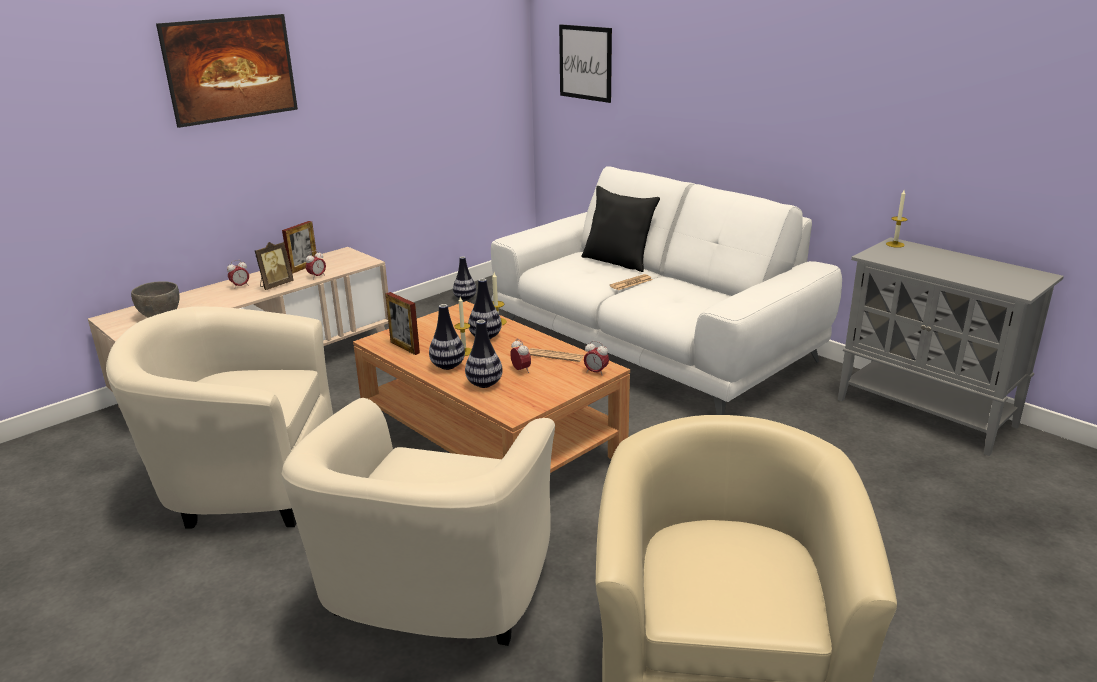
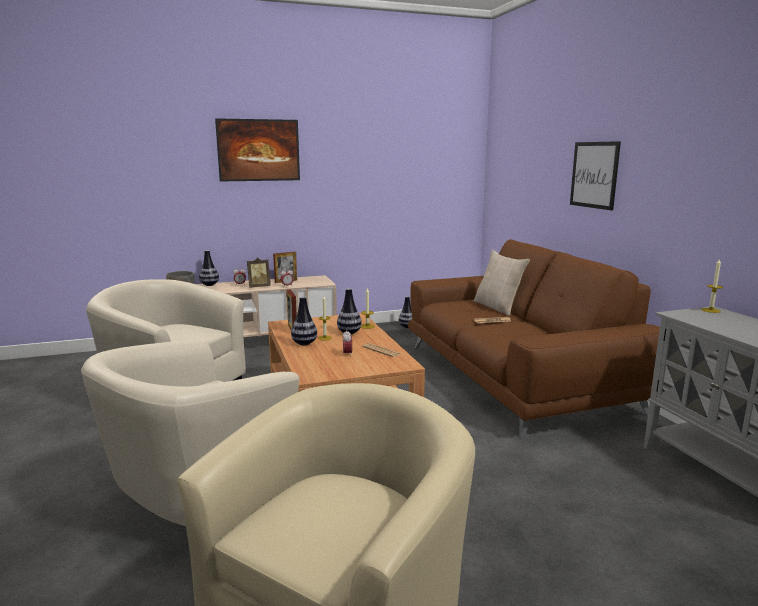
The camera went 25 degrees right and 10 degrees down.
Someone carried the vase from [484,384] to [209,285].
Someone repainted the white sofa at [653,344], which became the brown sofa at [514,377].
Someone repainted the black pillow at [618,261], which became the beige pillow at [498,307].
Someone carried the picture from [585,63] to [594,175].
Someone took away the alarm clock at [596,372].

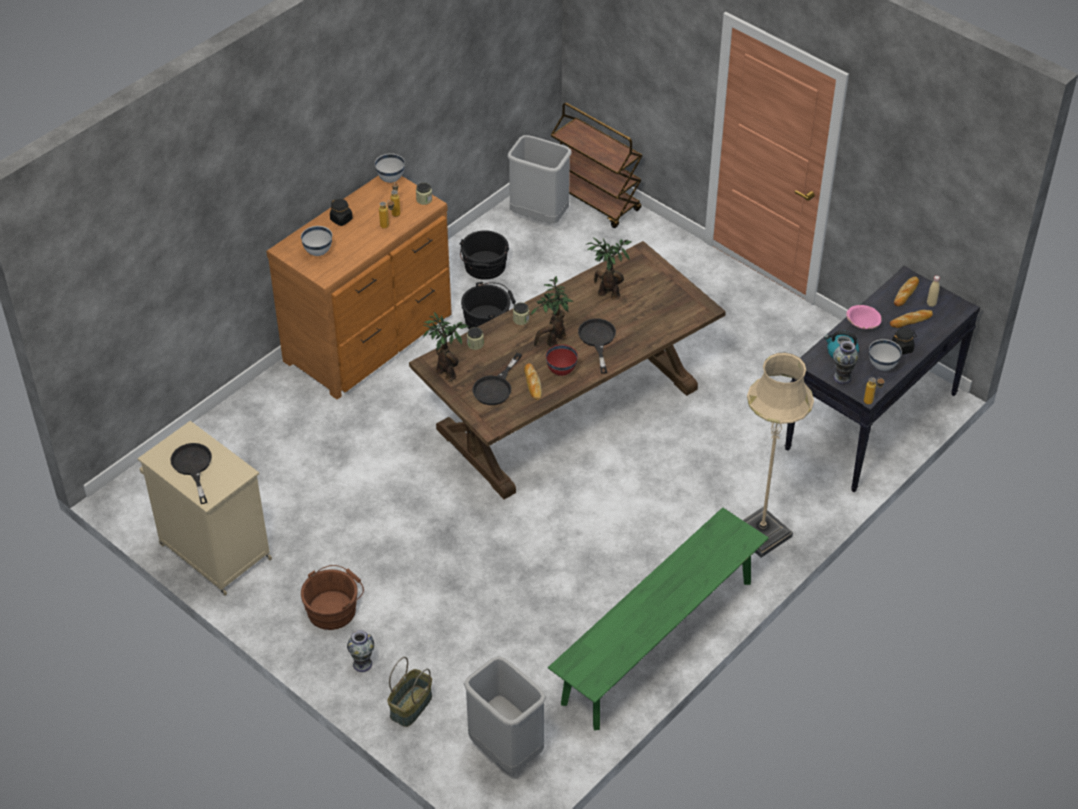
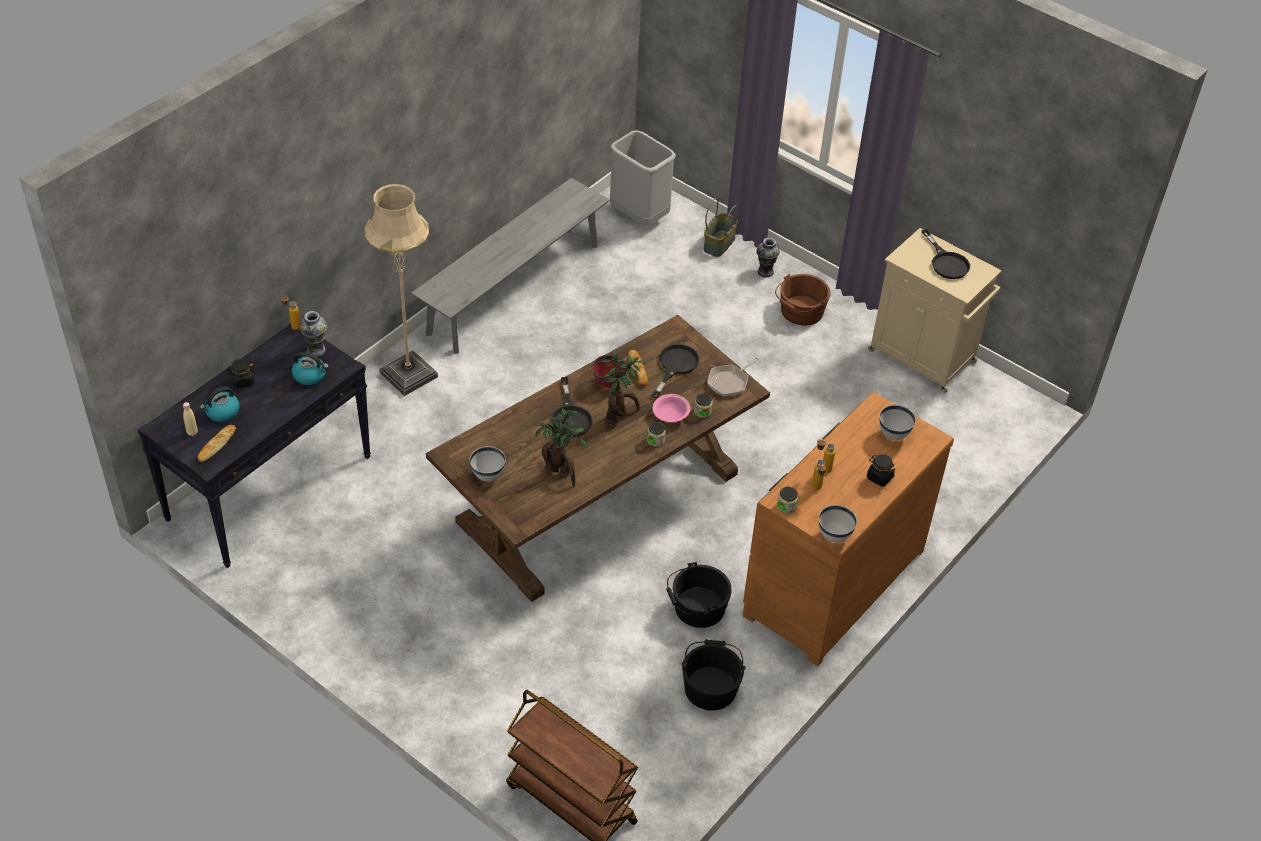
The camera went 175 degrees right and 0 degrees up.
Someone swapped the bread at [911,320] for the kettle at [222,412].
Someone repainted the green bench at [658,641], which became the grey bench at [514,288].
Someone carried the white bowl from [882,366] to [488,475].
Someone carried the pink bowl from [862,324] to [670,415].
Someone swapped the potted plant at [445,371] for the frying pan at [730,382].
Someone took away the grey trash can at [540,216].

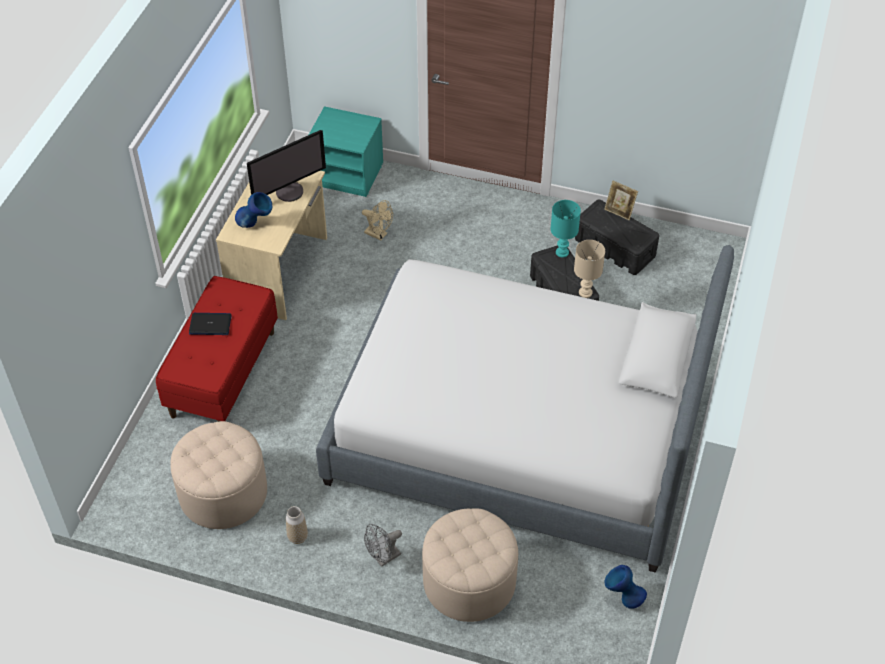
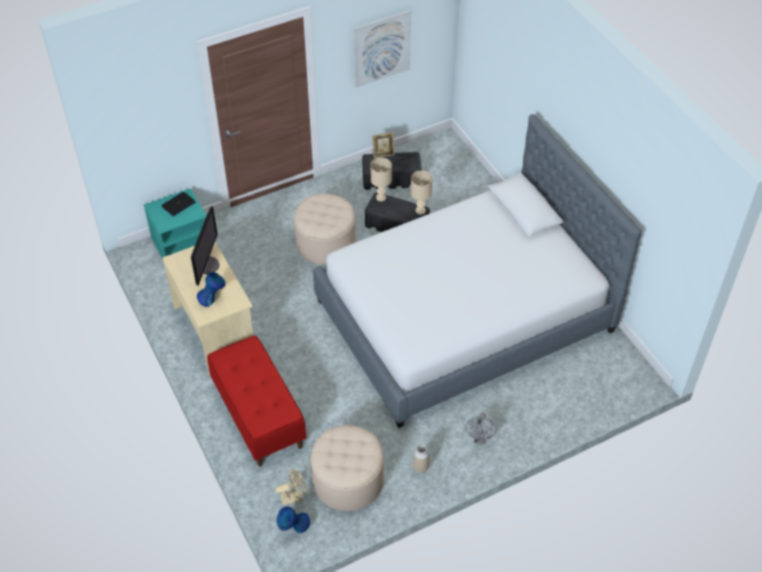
The camera went 45 degrees left and 0 degrees up.
Someone carried the laptop from [210,324] to [178,204].
Someone carried the beige fan from [379,234] to [294,497].
Someone carried the blue vase from [623,598] to [294,529].
Someone carried the beige ottoman from [469,581] to [325,243].
Someone put up the picture at [382,48].
Someone repainted the turquoise table lamp at [561,252], which became the beige table lamp at [380,198].

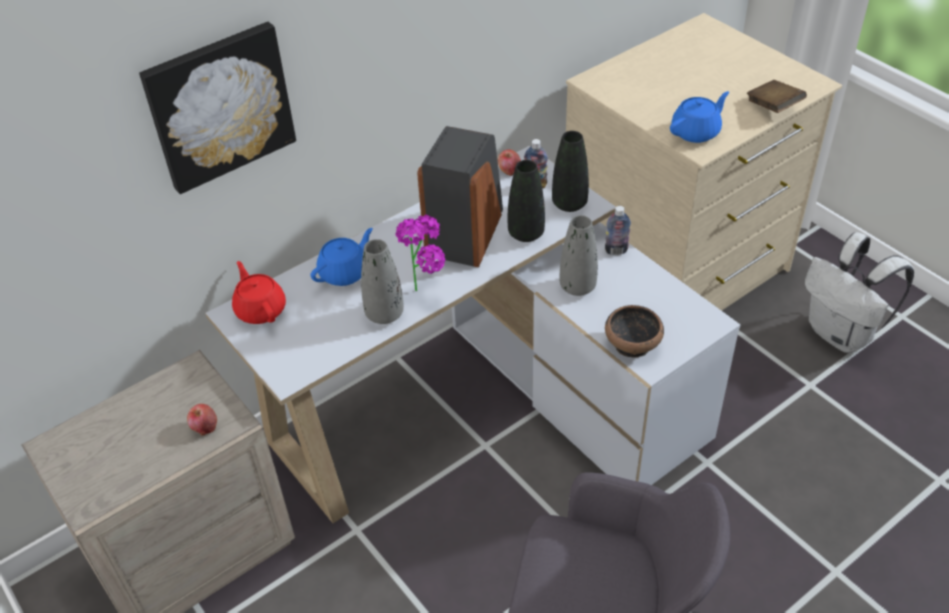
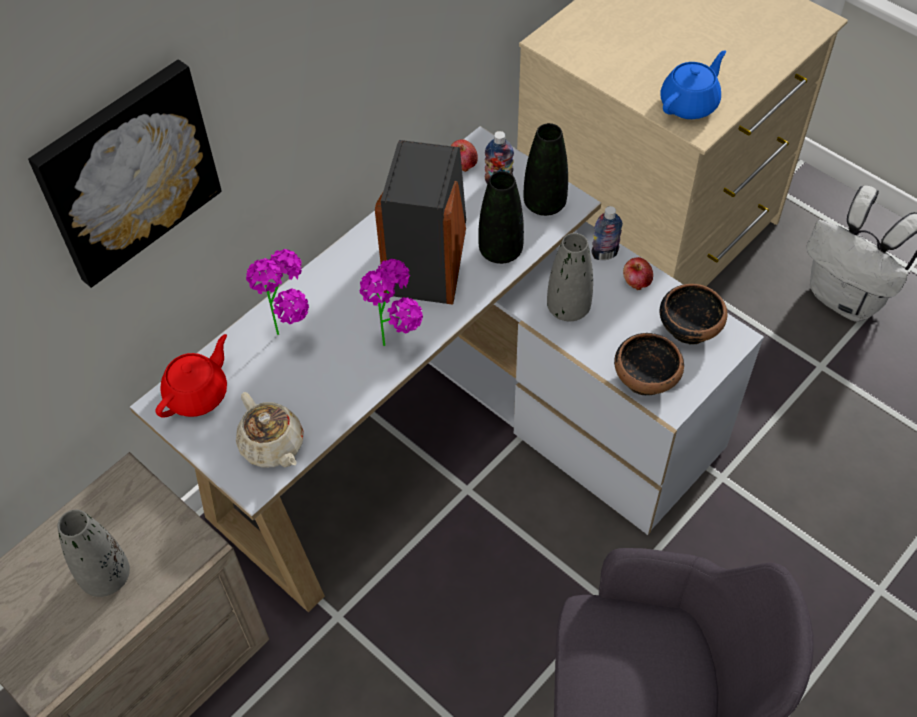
The camera went 10 degrees left and 10 degrees up.
Someone carried the grey vase from [384,314] to [106,577].
Someone rotated the red teapot at [260,309] by 75 degrees clockwise.
Someone put down the beige teapot at [273,446].
Someone swapped the blue teapot at [345,273] for the potted plant at [291,330].
Someone carried the apple from [204,427] to [636,281].
Someone put down the bowl at [689,327].
Someone took away the brown book at [773,107].

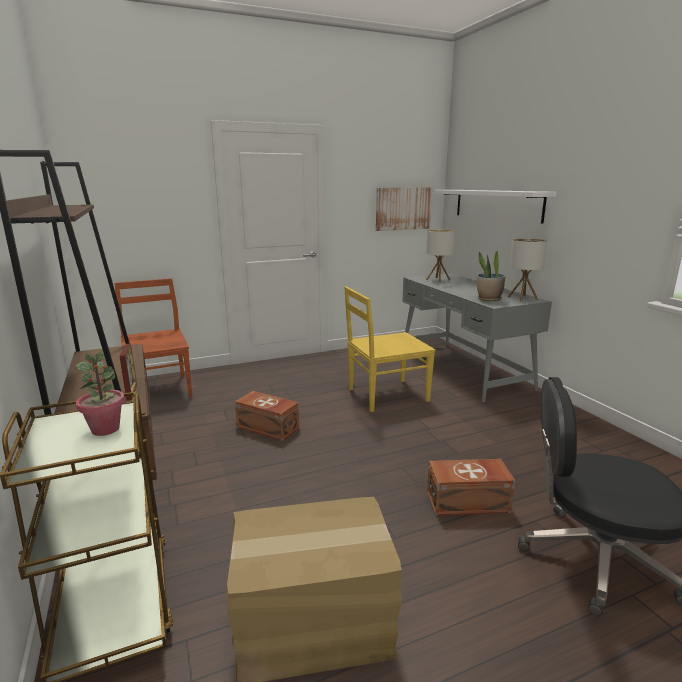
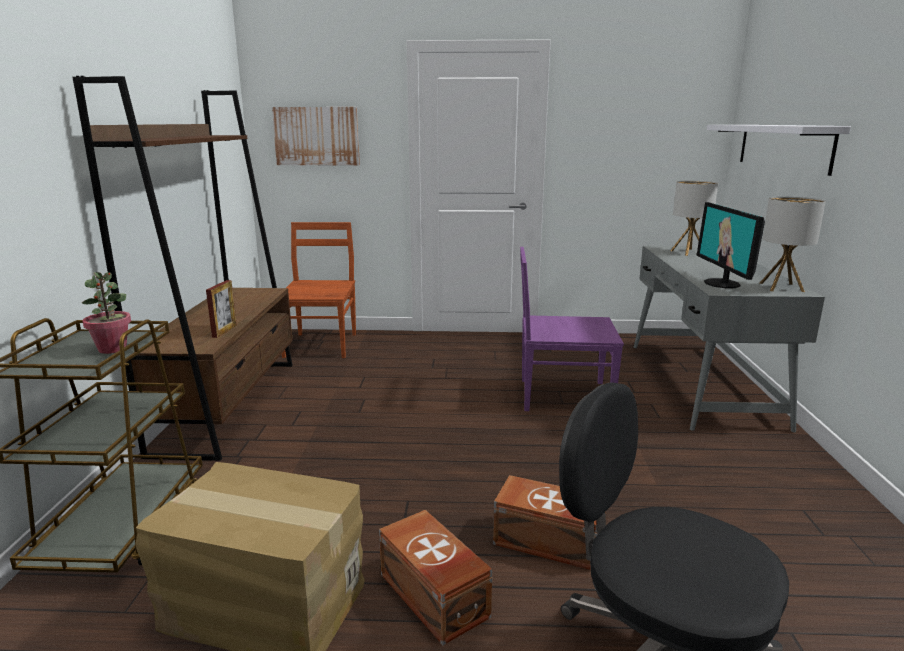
The camera went 25 degrees right and 0 degrees up.
Someone carried the picture from [403,208] to [316,136].
Someone carried the brown storage box from [268,428] to [433,596].
Someone repainted the yellow chair at [385,395], which became the purple chair at [562,396].
Someone swapped the potted plant at [489,299] for the monitor at [723,283].

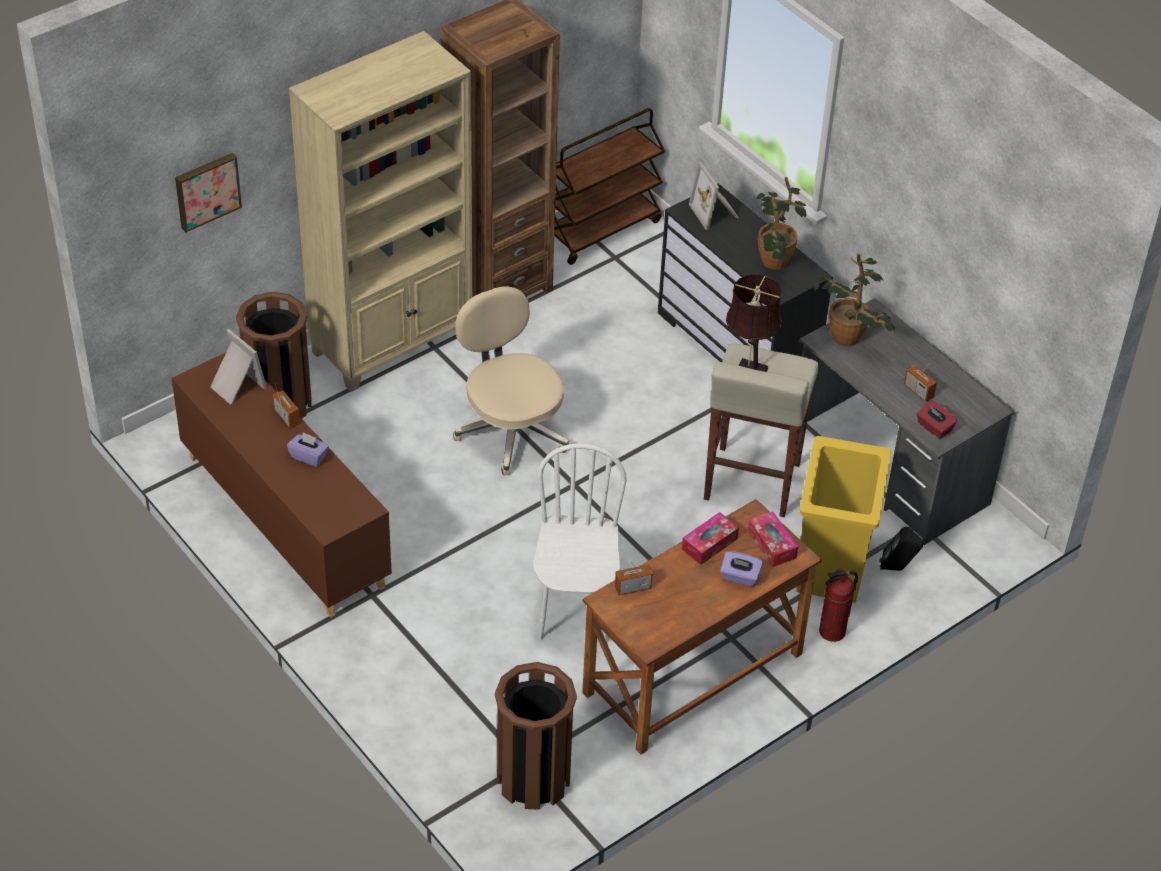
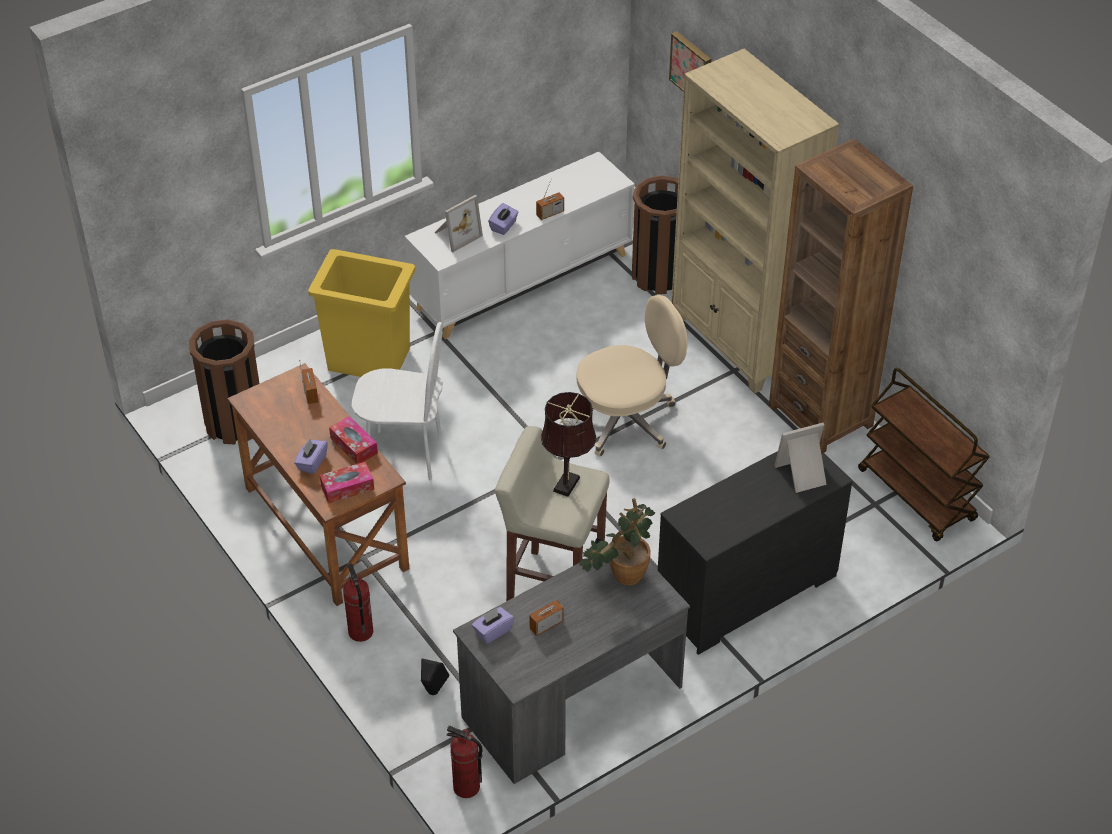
The camera went 95 degrees right and 0 degrees up.
Someone carried the yellow trash can from [832,566] to [369,360].
Someone repainted the brown cabinet at [284,520], which became the white cabinet at [522,281].
Someone carried the picture frame from [236,386] to [456,234].
Someone put down the fire extinguisher at [466,787].
Someone repainted the red tissue box at [934,428], which became the purple tissue box at [492,631].
Someone took away the potted plant at [772,265].

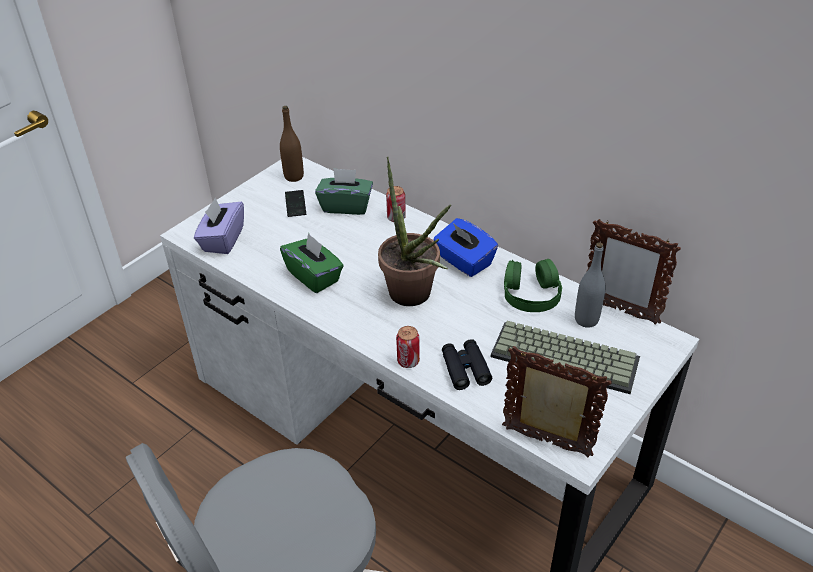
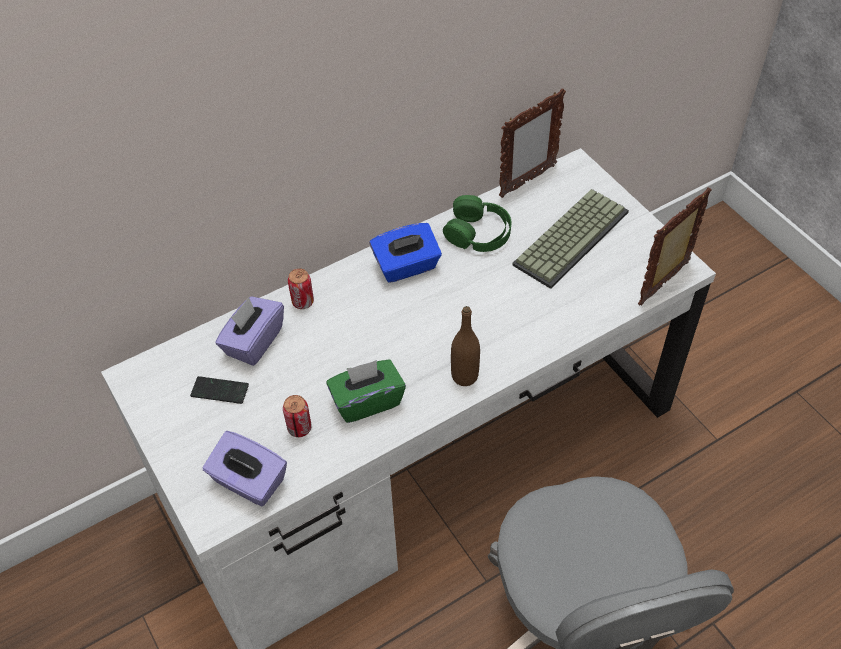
The camera went 70 degrees left and 10 degrees up.
Someone repainted the green tissue box at [346,206], which became the purple tissue box at [253,342].
Someone carried the can from [408,361] to [299,428].
Someone carried the brown bottle from [294,176] to [464,376].
Someone took away the potted plant at [414,298].
Someone took away the black binoculars at [465,369].
Someone took away the grey bottle at [586,320].

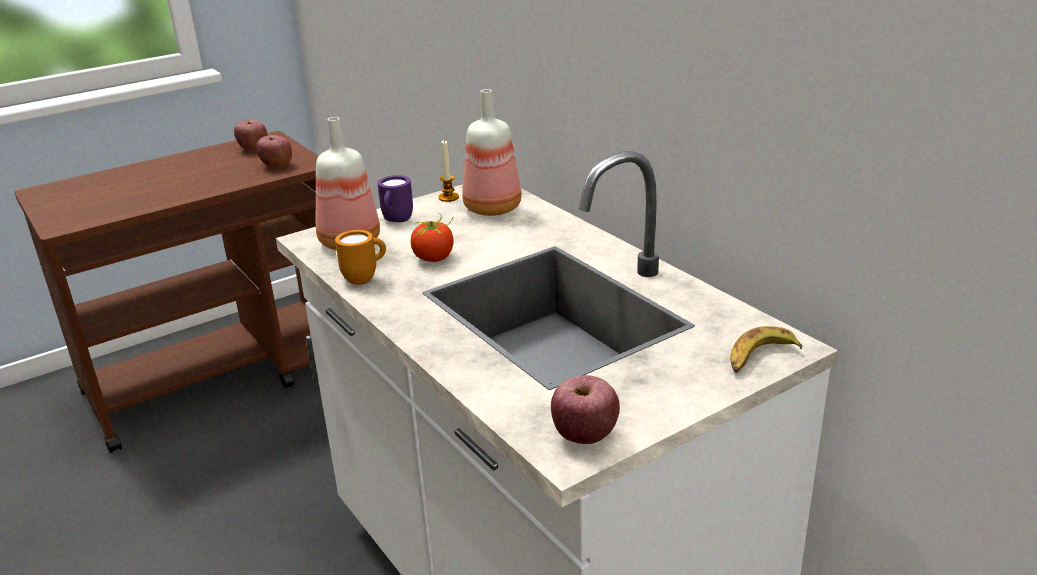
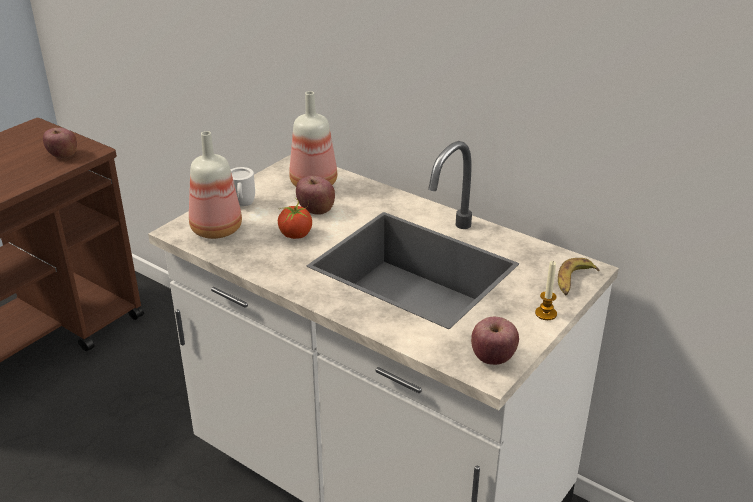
The camera went 20 degrees left and 5 degrees up.
Someone repainted the purple mug at [396,221], which became the white mug at [242,205].
Someone carried the apple from [253,149] to [316,210].
Someone carried the candle from [448,197] to [545,313].
Someone took away the orange mug at [365,279].

